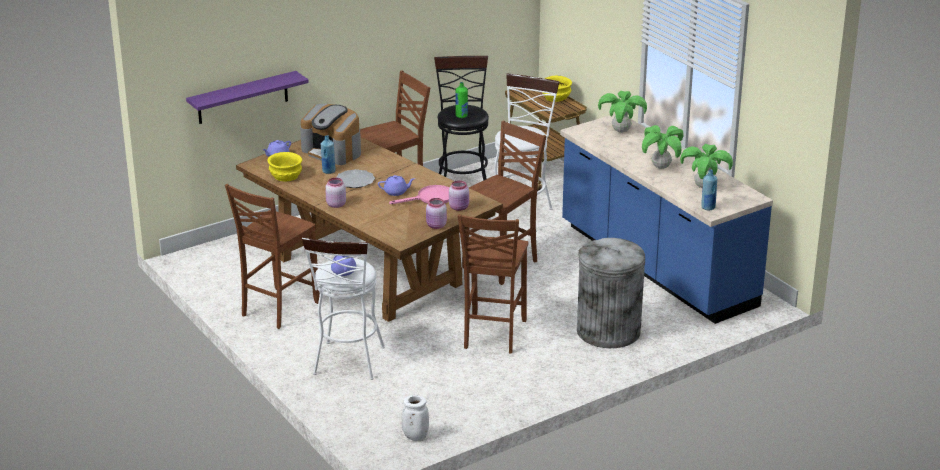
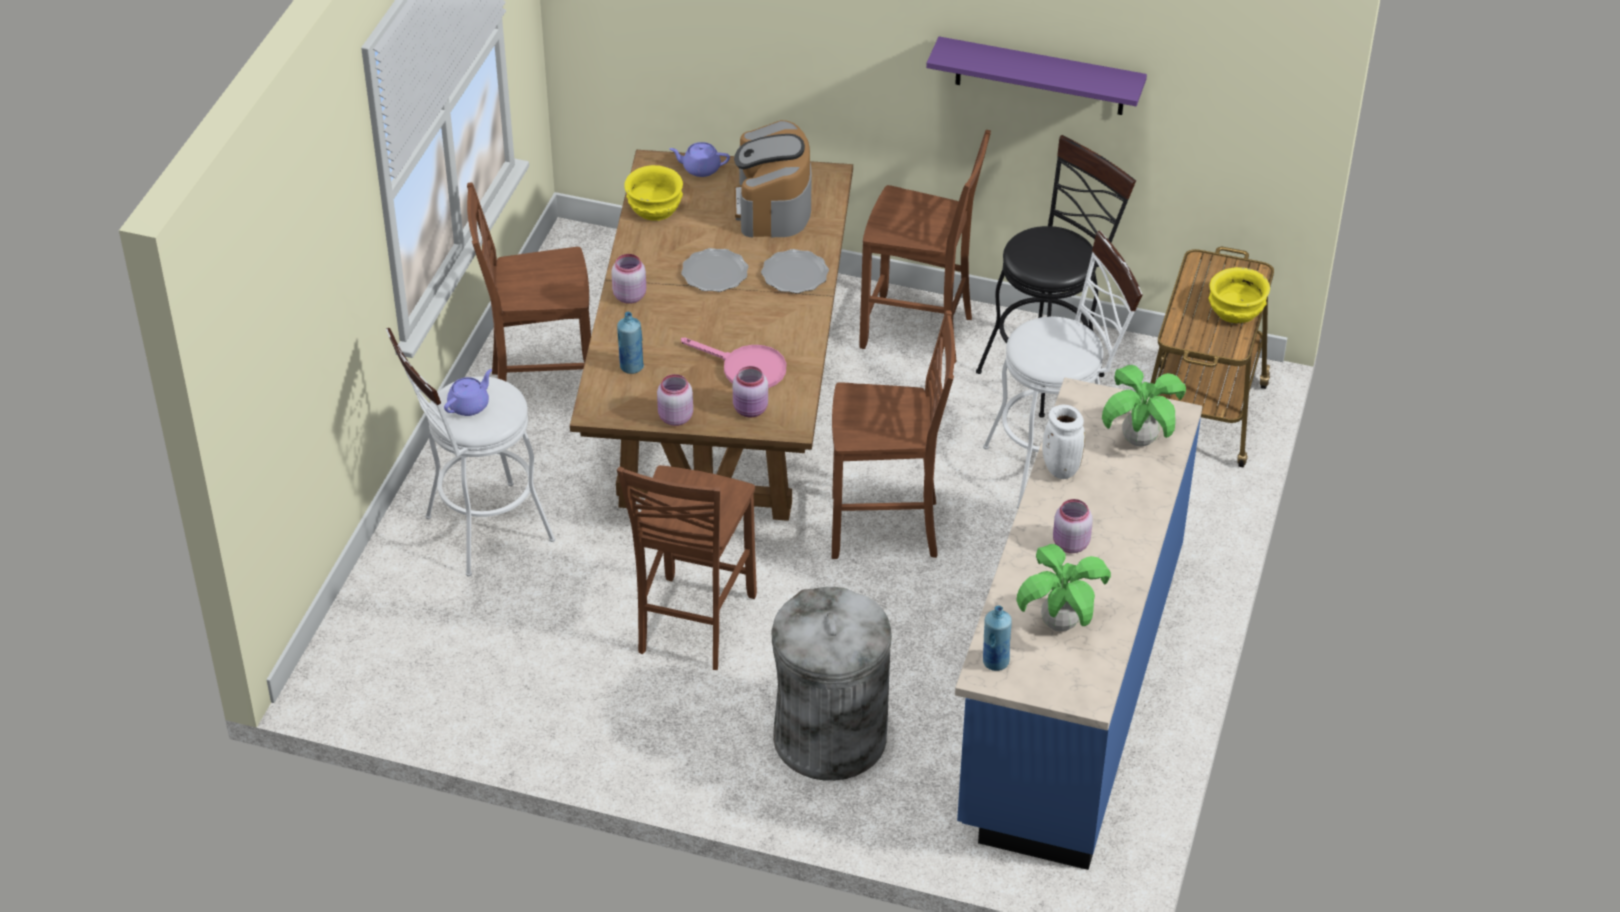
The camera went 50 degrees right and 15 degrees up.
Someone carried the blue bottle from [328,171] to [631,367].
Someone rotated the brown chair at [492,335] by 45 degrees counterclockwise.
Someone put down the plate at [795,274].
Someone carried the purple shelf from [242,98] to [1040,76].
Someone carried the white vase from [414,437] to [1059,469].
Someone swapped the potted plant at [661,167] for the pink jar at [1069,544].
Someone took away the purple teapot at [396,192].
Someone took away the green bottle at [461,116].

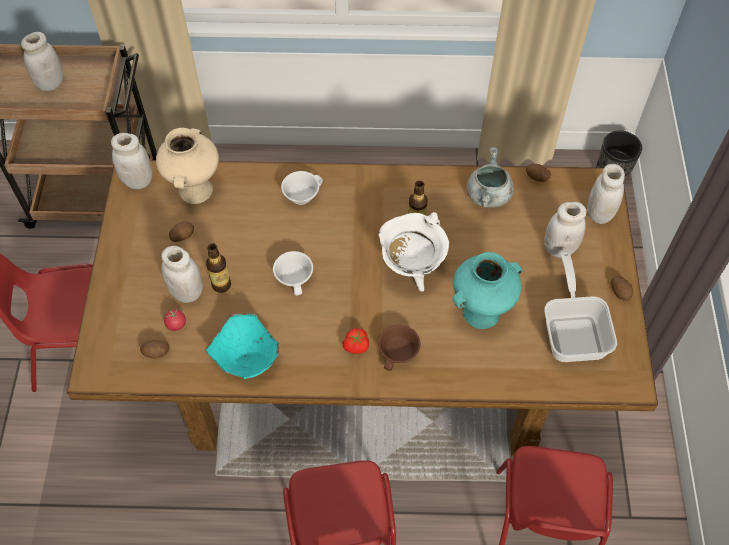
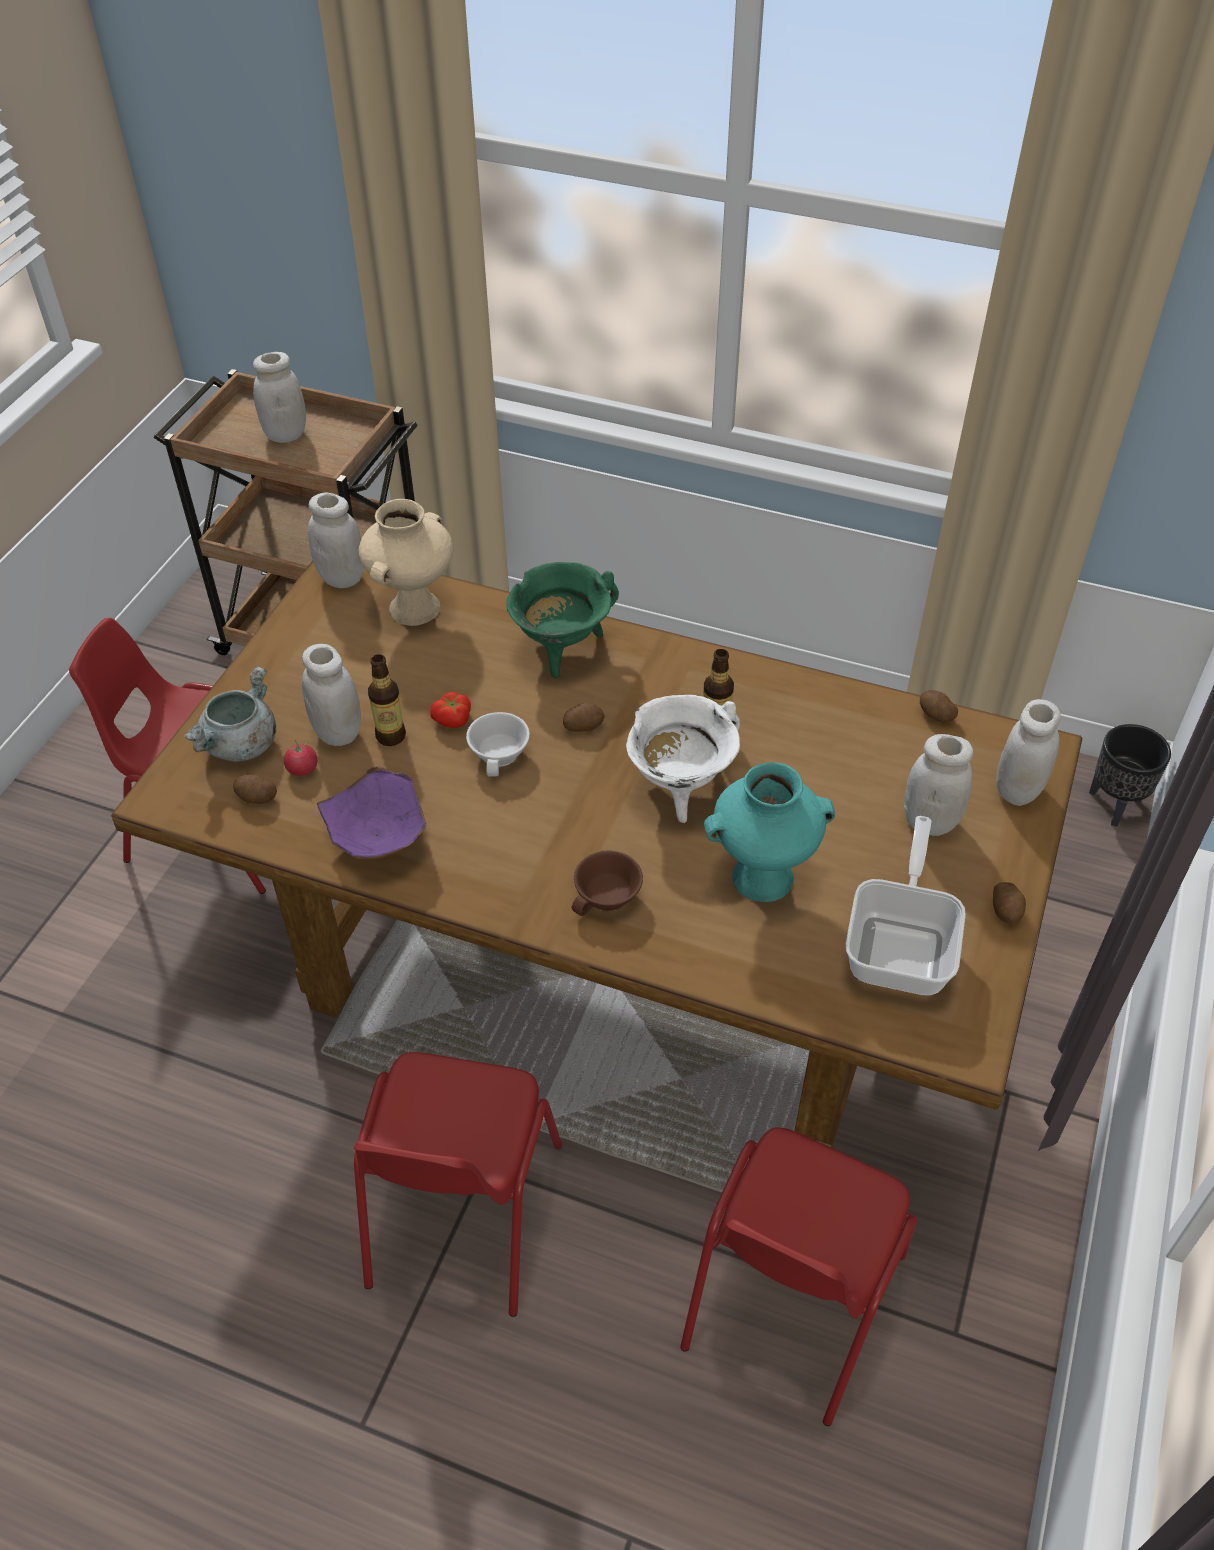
The camera went 20 degrees right and 10 degrees down.
Someone carried the grey cooking pot from [488,196] to [241,745].
Someone repainted the turquoise bowl at [247,356], which became the purple bowl at [380,838].
Someone carried the tomato from [357,346] to [453,720].
Someone swapped the white cup at [301,194] for the green cooking pot at [562,649].
Someone carried the potato from [182,235] to [583,725].

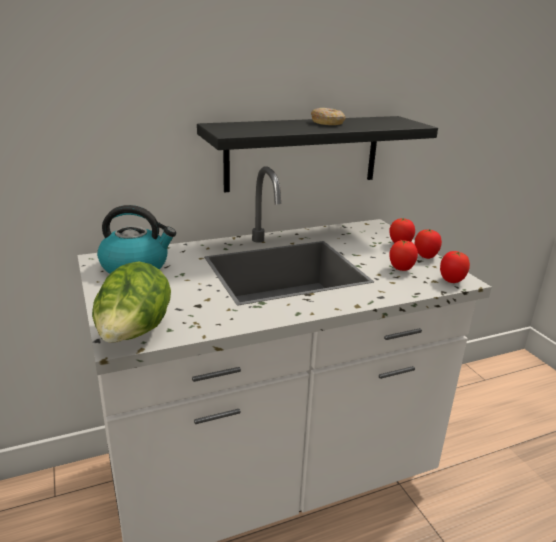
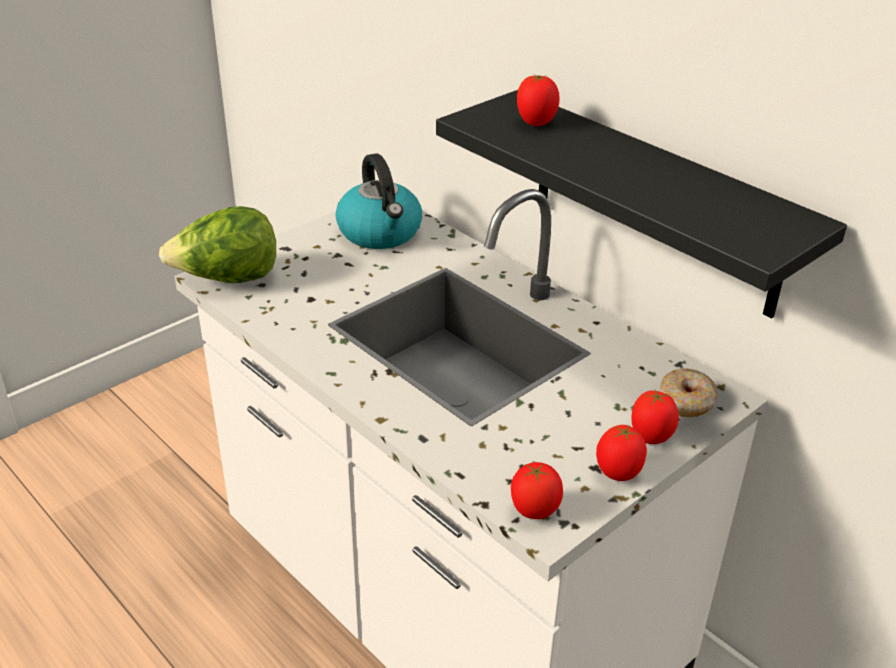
The camera went 70 degrees right and 10 degrees up.
Someone carried the tomato from [401,269] to [536,123].
Someone carried the donut from [328,123] to [686,402].

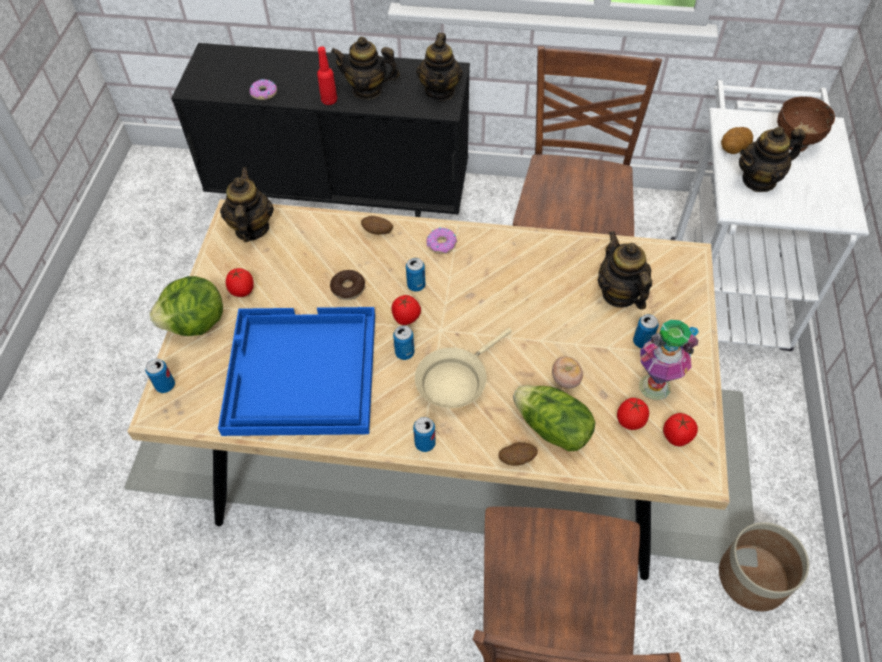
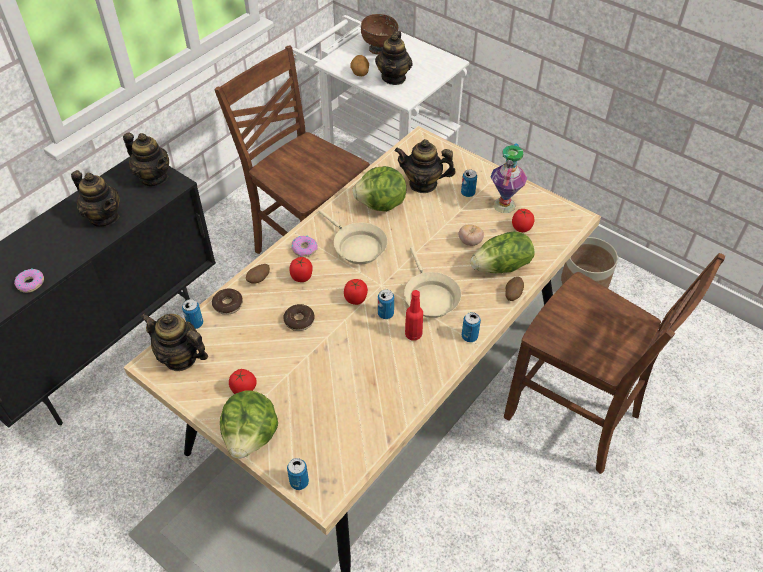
The camera went 60 degrees left and 5 degrees down.
Someone rotated the teapot at [367,90] by 90 degrees counterclockwise.
Someone carried the can from [416,285] to [195,323].
Someone put down the donut at [228,305].
Someone carried the tomato from [676,437] to [302,277].
Someone put down the beige frying pan at [356,246].
Someone put down the lettuce at [381,205].
Someone carried the red bottle from [329,101] to [413,334].
Someone took away the blue tray at [300,373].

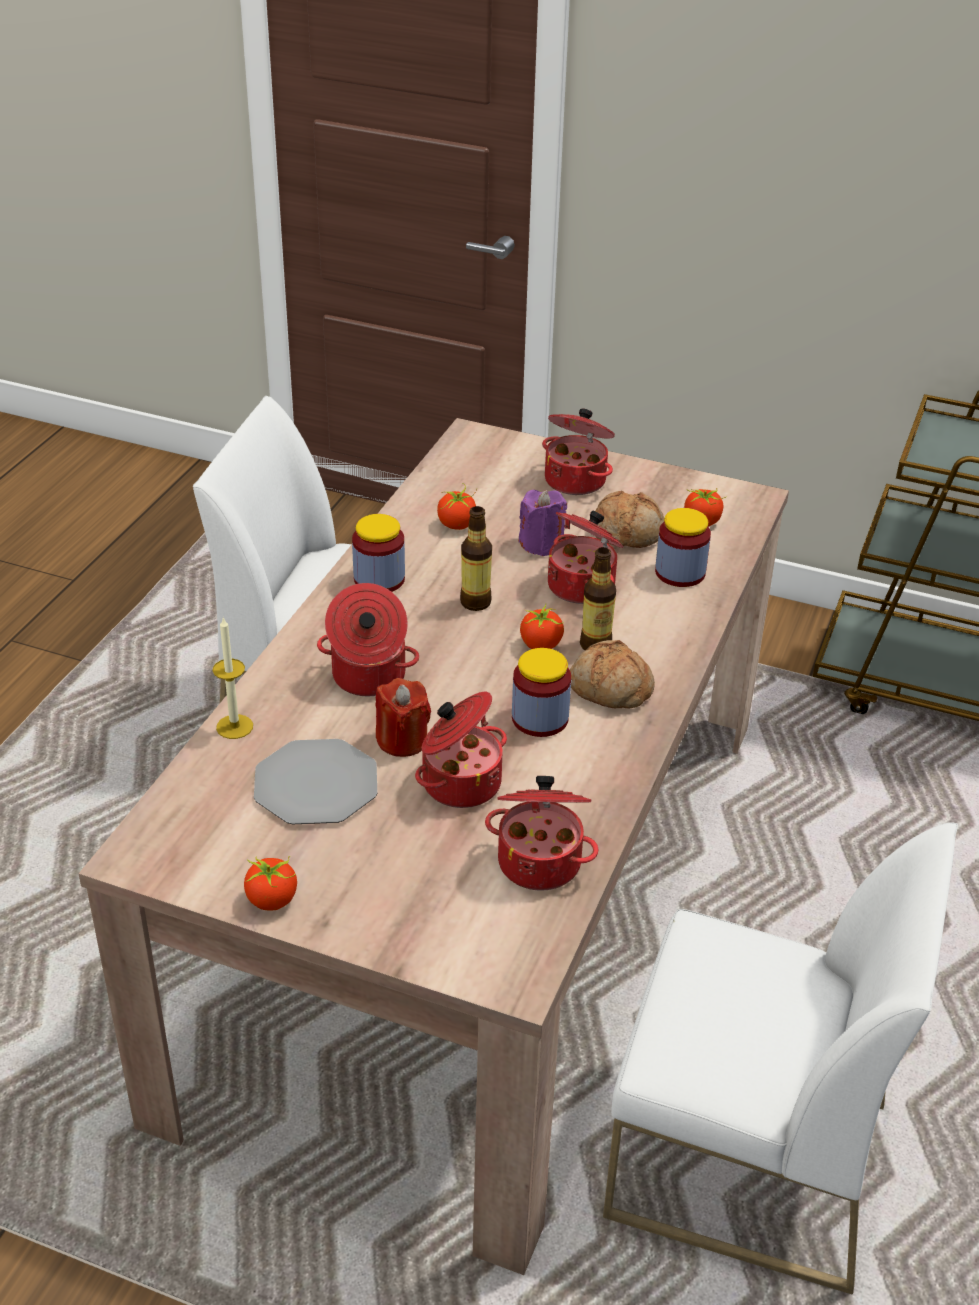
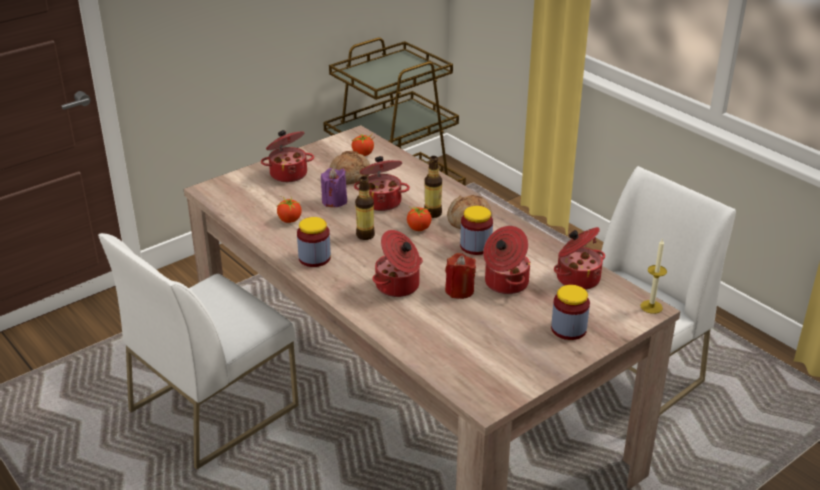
The camera went 60 degrees left and 5 degrees down.
Someone carried the jar from [680,573] to [568,329].
Someone carried the candle from [234,726] to [651,307].
Someone took away the tomato at [272,900].
Someone took away the plate at [316,784].

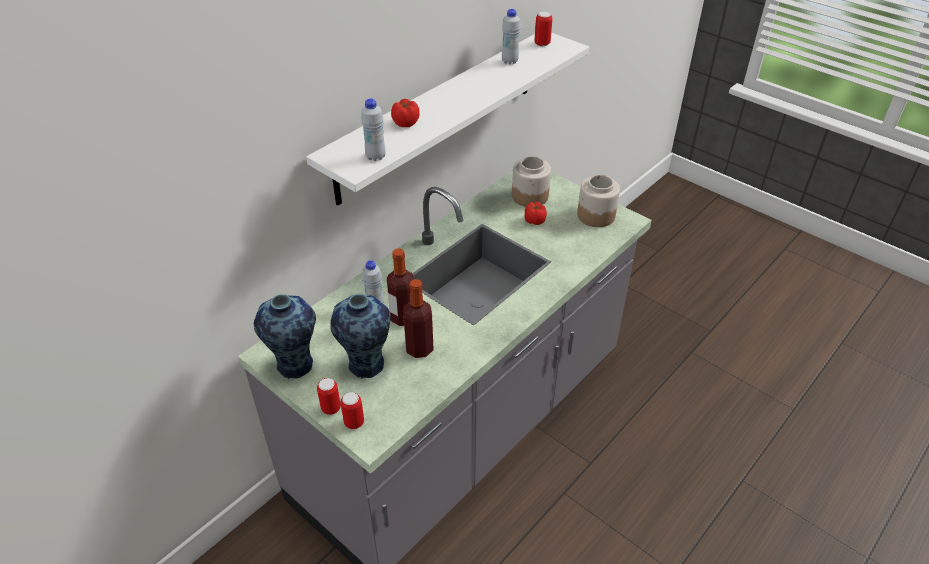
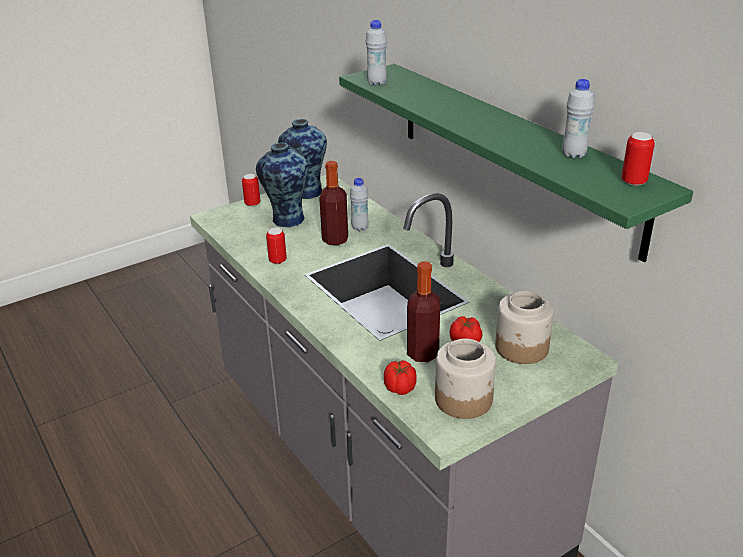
The camera went 105 degrees right and 10 degrees down.
Someone carried the can from [354,422] to [277,261].
Someone repainted the white shelf at [439,114], which became the green shelf at [513,153].
Someone carried the tomato from [406,123] to [400,389].
Someone carried the bottle from [419,349] to [422,353].

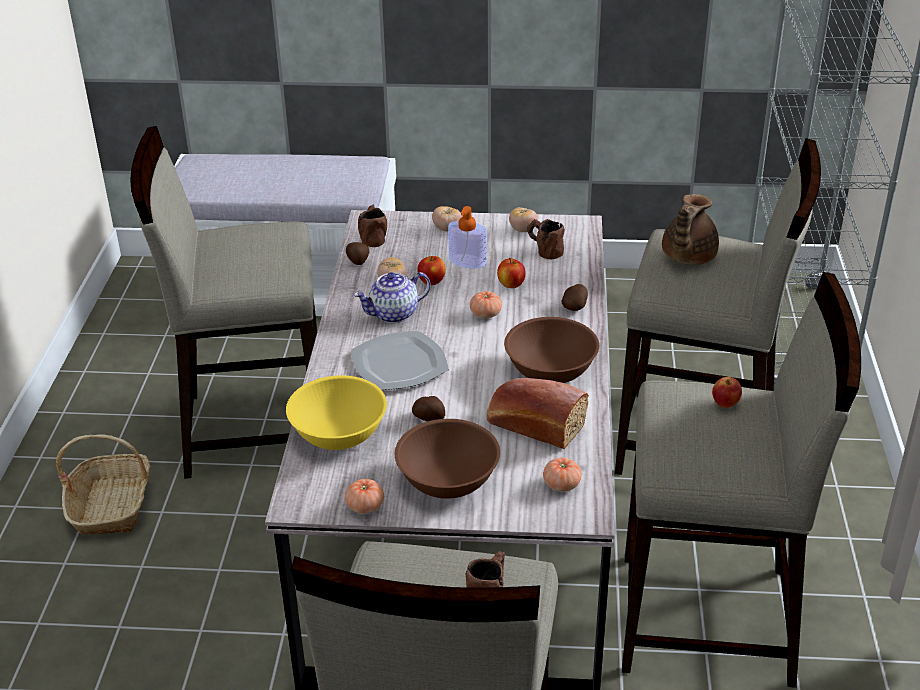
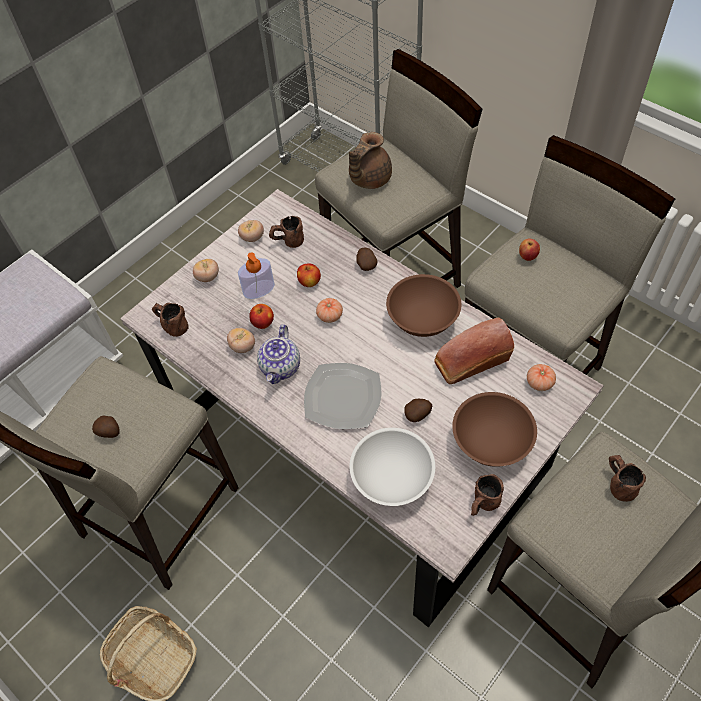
The camera went 50 degrees left and 20 degrees up.
Someone carried the potato from [358,261] to [109,432].
Someone rotated the brown teapot at [687,257] by 60 degrees clockwise.
Someone repainted the yellow bowl at [339,433], which became the white bowl at [391,478].
Someone swapped the tomato at [365,506] for the brown mug at [482,505].

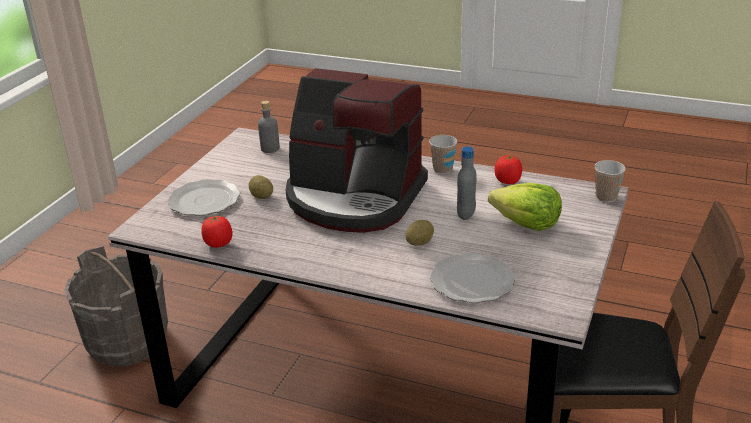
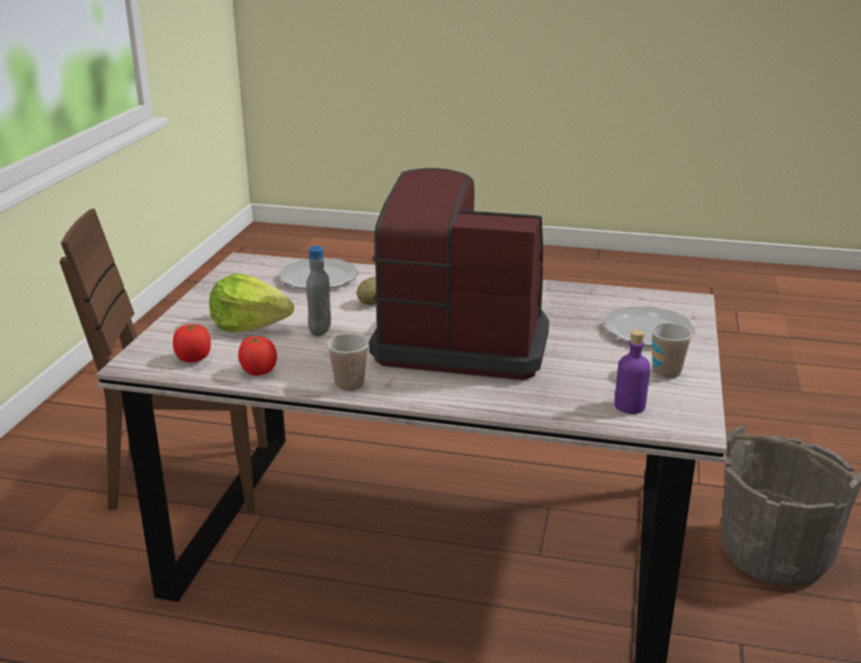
The camera went 170 degrees right and 5 degrees down.
Someone carried the tomato from [218,244] to [193,359].
Someone repainted the grey bottle at [270,148], which became the purple bottle at [629,406].
Someone carried the cup from [606,197] to [666,372].
Someone took away the potato at [261,196].

